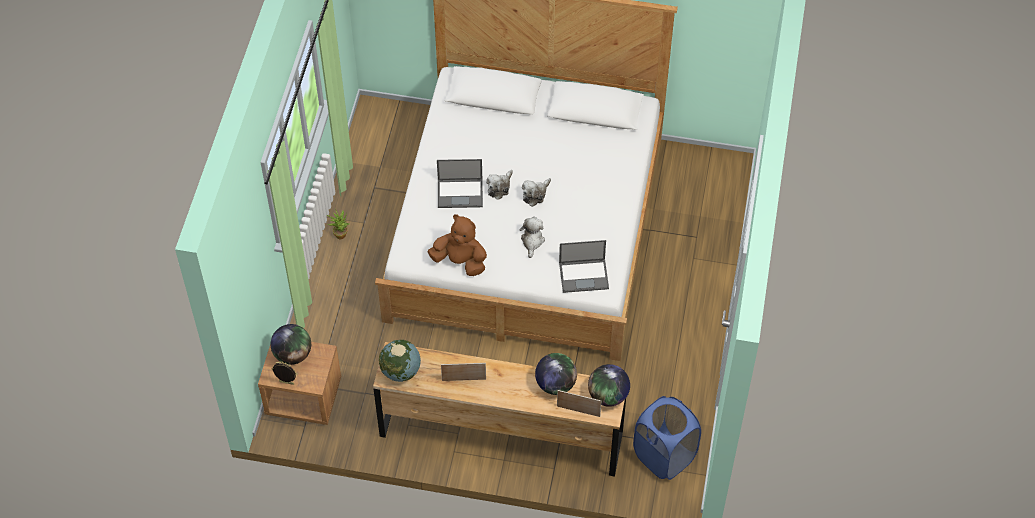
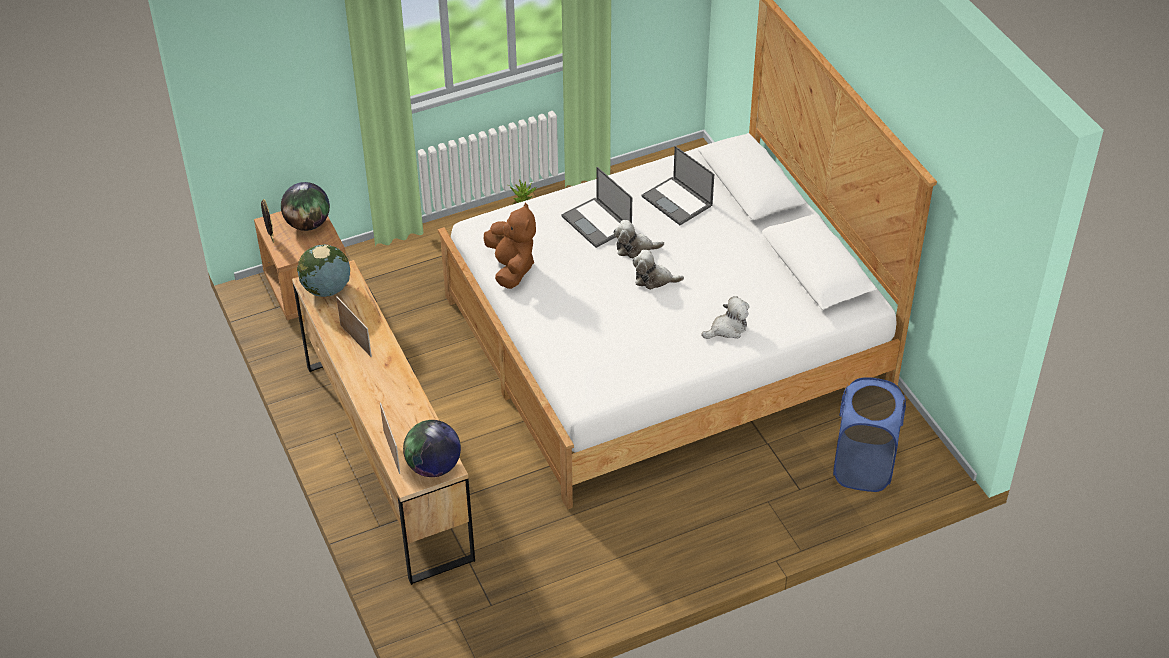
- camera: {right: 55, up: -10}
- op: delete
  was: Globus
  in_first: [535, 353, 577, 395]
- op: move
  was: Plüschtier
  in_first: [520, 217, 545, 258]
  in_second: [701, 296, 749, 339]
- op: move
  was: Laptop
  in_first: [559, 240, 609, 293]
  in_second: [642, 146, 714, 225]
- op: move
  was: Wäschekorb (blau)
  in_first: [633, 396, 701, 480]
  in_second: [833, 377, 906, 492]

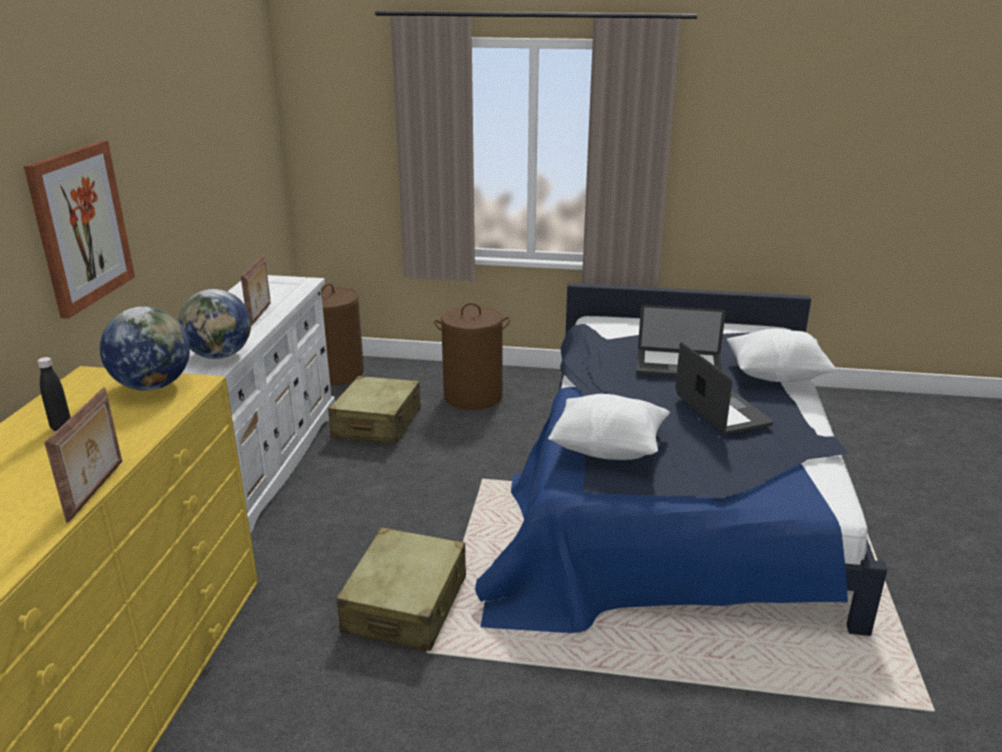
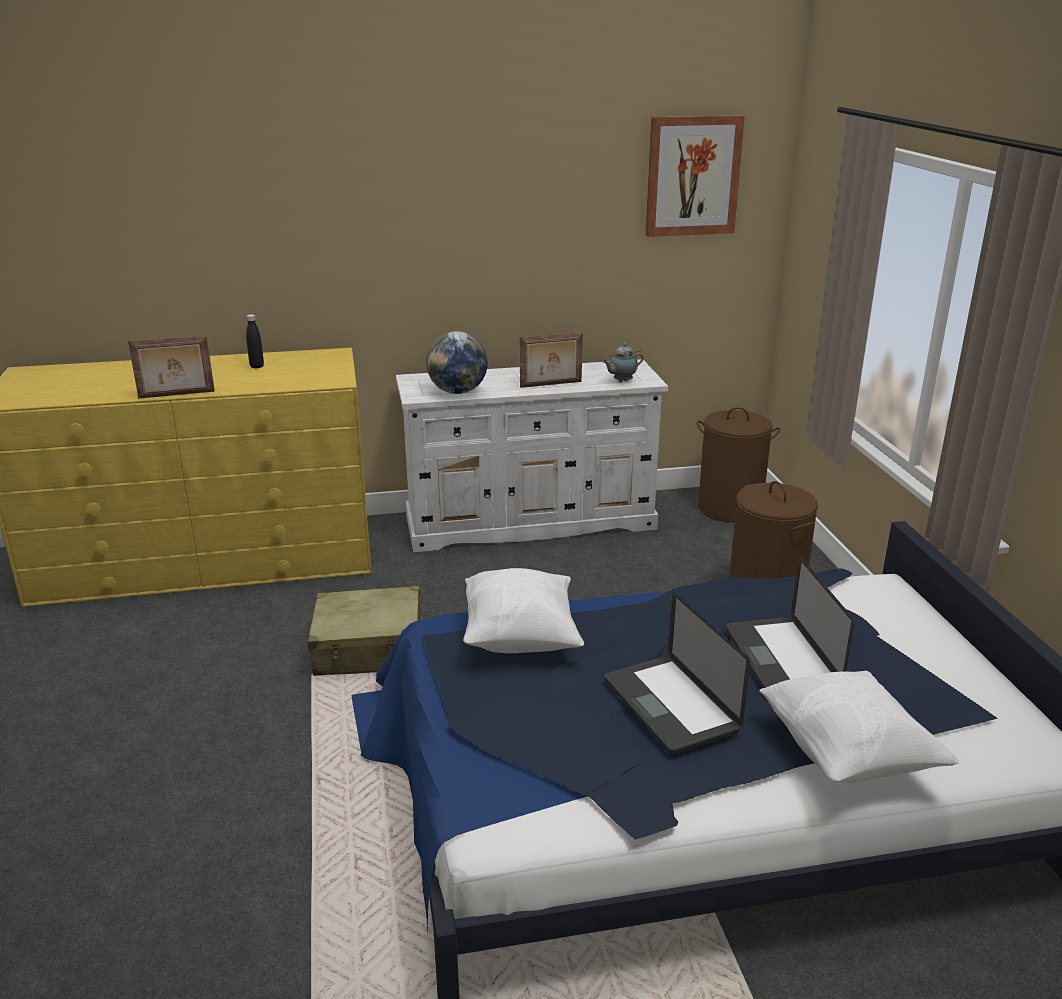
- camera: {right: 70, up: 0}
- op: delete
  was: Globus
  in_first: [100, 306, 190, 391]
- op: delete
  was: Koffer (beige)
  in_first: [328, 376, 421, 444]
- op: insert
  now: Teekanne
  in_second: [603, 343, 643, 382]
- op: move
  was: Bild
  in_first: [23, 141, 135, 319]
  in_second: [645, 115, 745, 237]
- op: rotate
  was: Laptop
  in_first: [675, 342, 773, 435]
  in_second: [604, 593, 750, 754]
  clockwise: 105

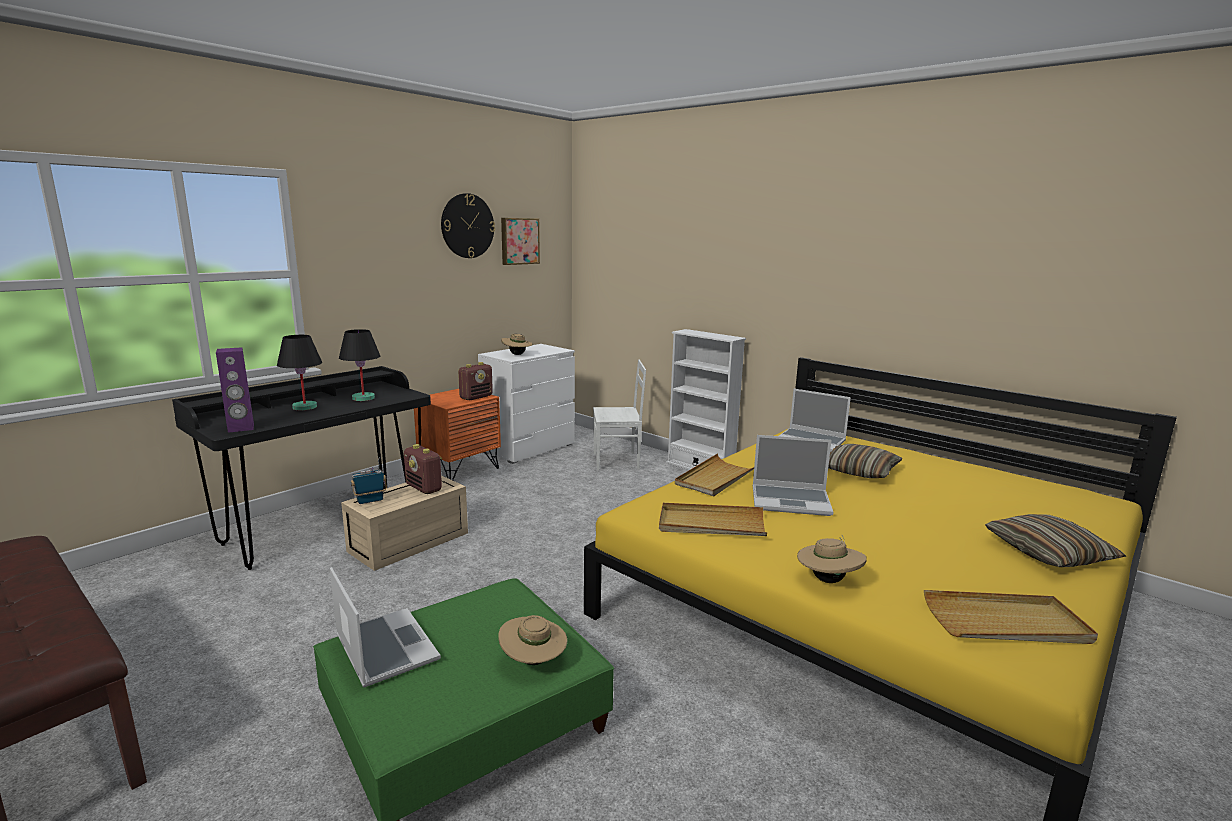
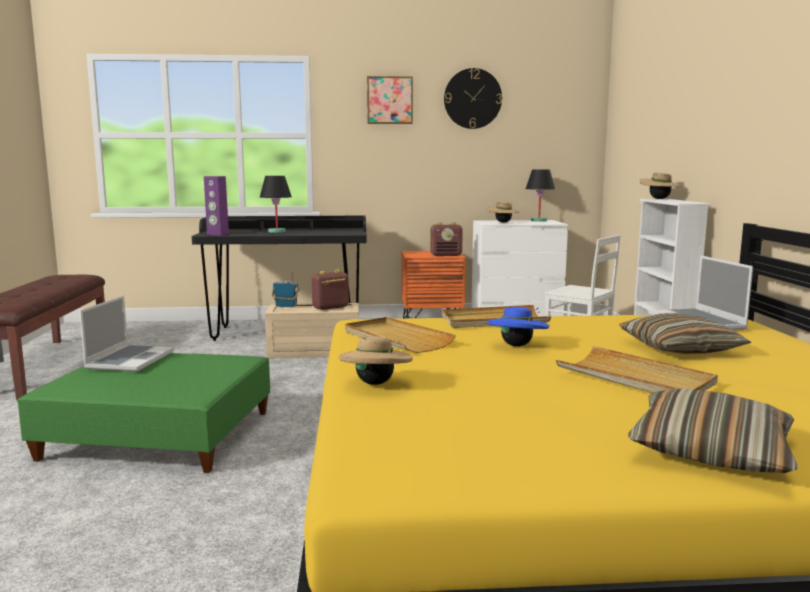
- camera: {right: 45, up: -5}
- op: move
  was: Tischlampe (schwarz)
  in_first: [339, 329, 380, 401]
  in_second: [526, 169, 555, 222]
- op: move
  was: Hut (beige)
  in_first: [498, 615, 567, 665]
  in_second: [640, 173, 681, 199]
- op: move
  was: Bild
  in_first: [501, 218, 540, 265]
  in_second: [367, 76, 413, 124]
- op: move
  was: Tablett (beige)
  in_first: [924, 590, 1098, 644]
  in_second: [556, 346, 718, 393]
- op: replace
  was: Laptop
  now: Hut (blau)
  in_first: [753, 435, 833, 516]
  in_second: [488, 307, 549, 347]
- op: rotate
  was: Radio
  in_first: [404, 444, 442, 494]
  in_second: [312, 270, 349, 310]
  clockwise: 60

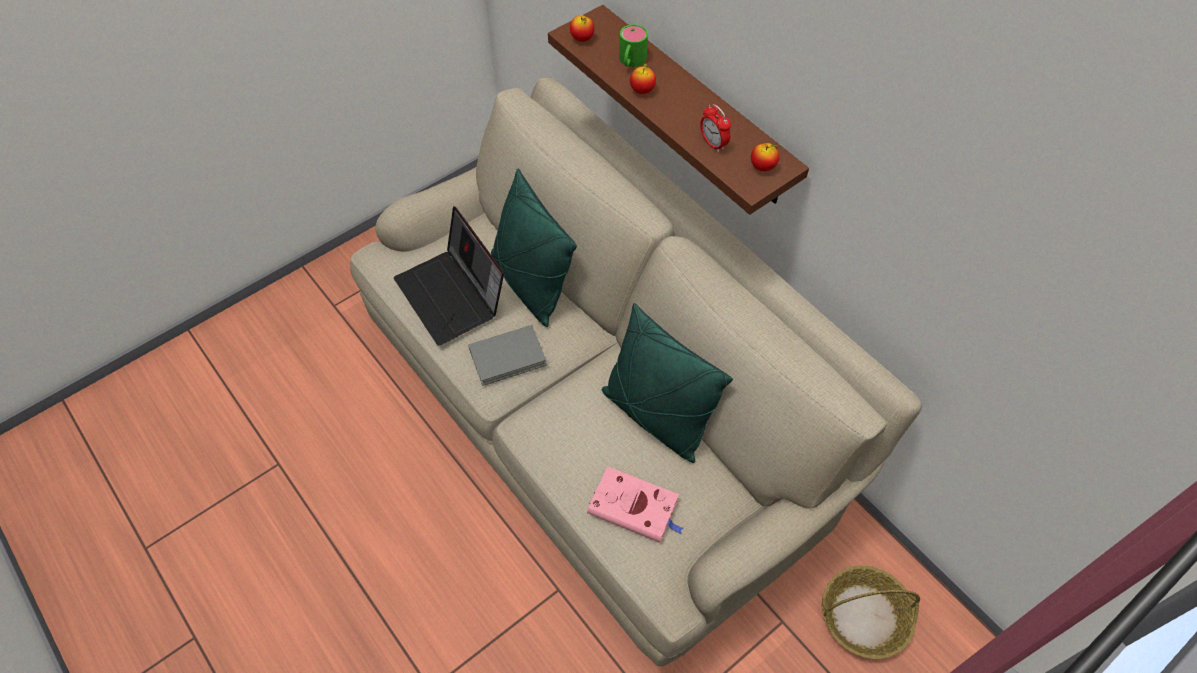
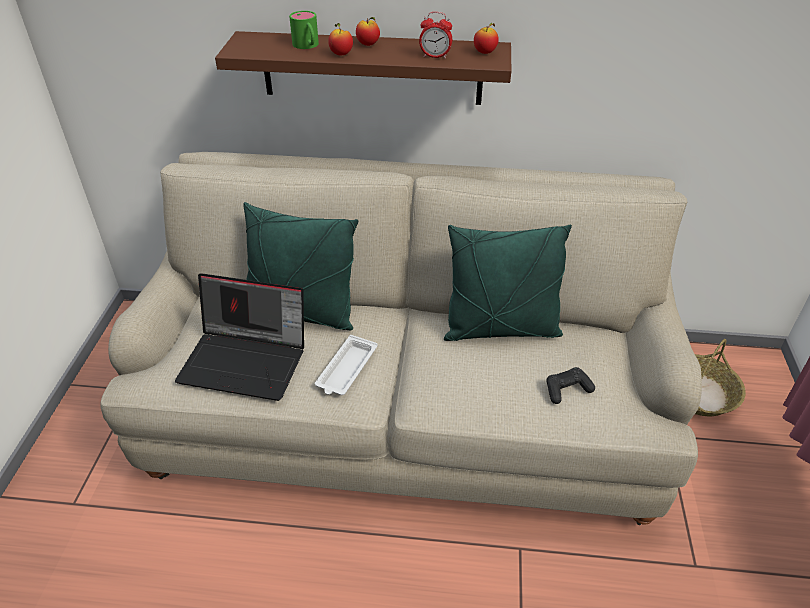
- camera: {right: -45, up: -15}
- op: move
  was: Apfel
  in_first: [570, 15, 594, 42]
  in_second: [356, 17, 380, 46]
- op: replace
  was: Buch (grau)
  now: Tablett (weiß)
  in_first: [468, 325, 547, 386]
  in_second: [315, 335, 378, 395]
- op: replace
  was: Buch (rosa)
  now: Gamepad (schwarz)
  in_first: [587, 466, 684, 542]
  in_second: [547, 367, 595, 404]

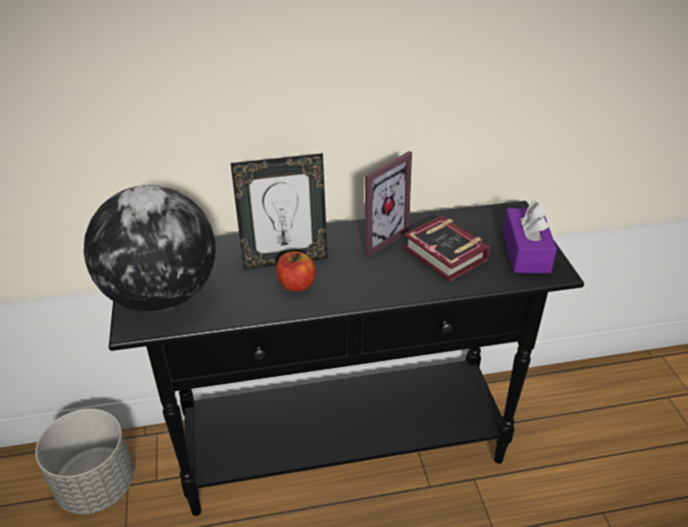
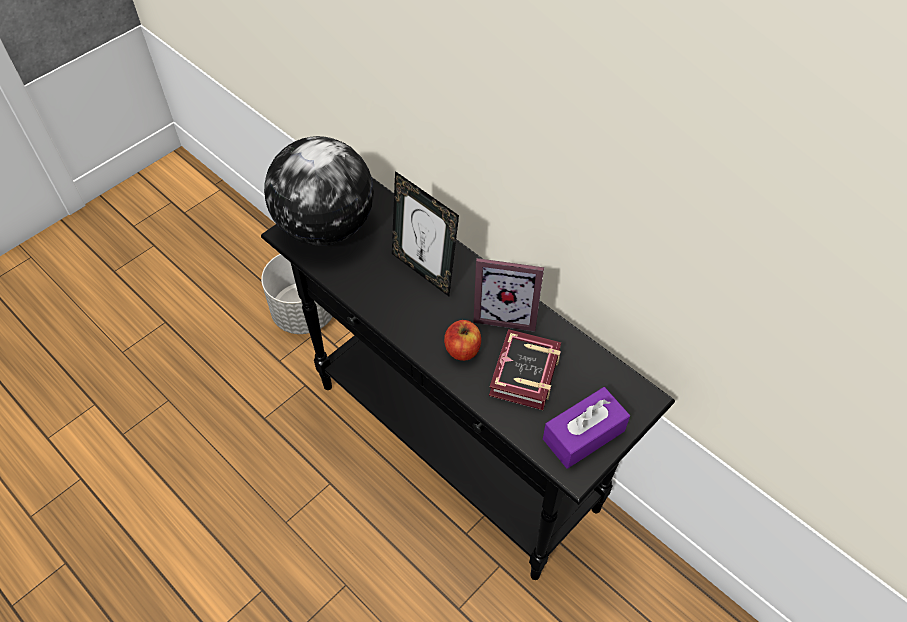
- camera: {right: 55, up: 15}
- op: move
  was: Apfel
  in_first: [276, 251, 316, 292]
  in_second: [444, 320, 481, 361]

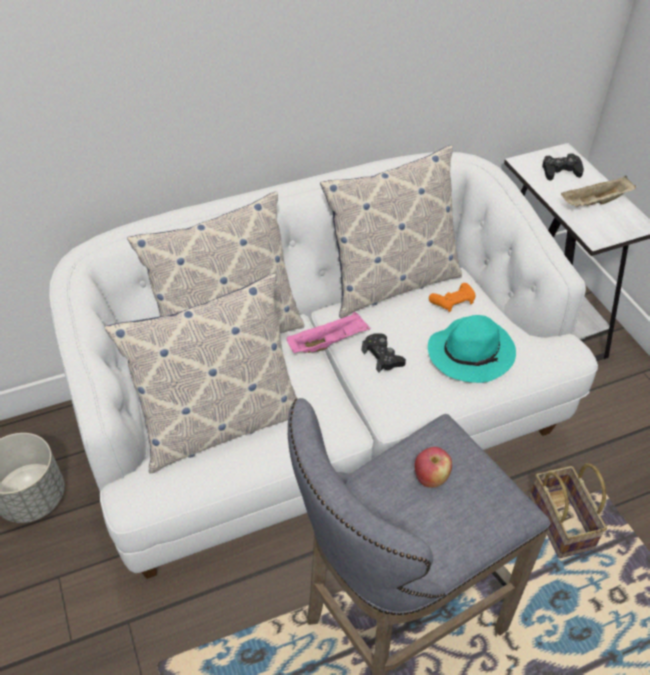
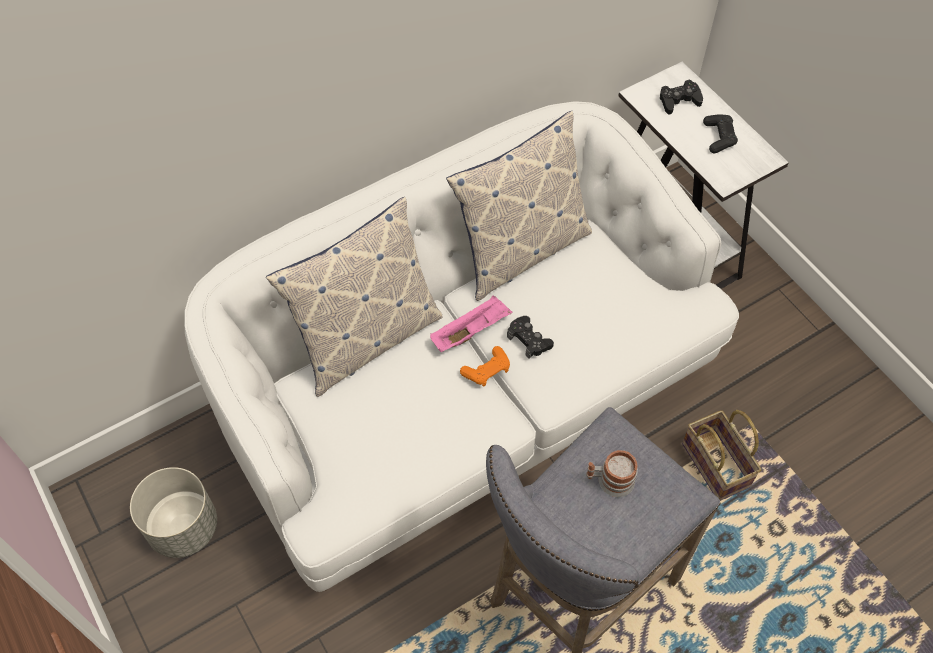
- camera: {right: -10, up: 10}
- op: delete
  was: Kissen
  in_first: [104, 273, 297, 473]
- op: delete
  was: Hut (türkis)
  in_first: [428, 315, 516, 383]
- op: move
  was: Gamepad (orange)
  in_first: [429, 283, 475, 312]
  in_second: [460, 346, 510, 387]
- op: replace
  was: Apfel
  now: Henkelbecher
  in_first: [414, 447, 452, 488]
  in_second: [586, 450, 638, 497]
- op: replace
  was: Tablett (beige)
  now: Gamepad (schwarz)
  in_first: [561, 176, 636, 208]
  in_second: [703, 114, 738, 153]

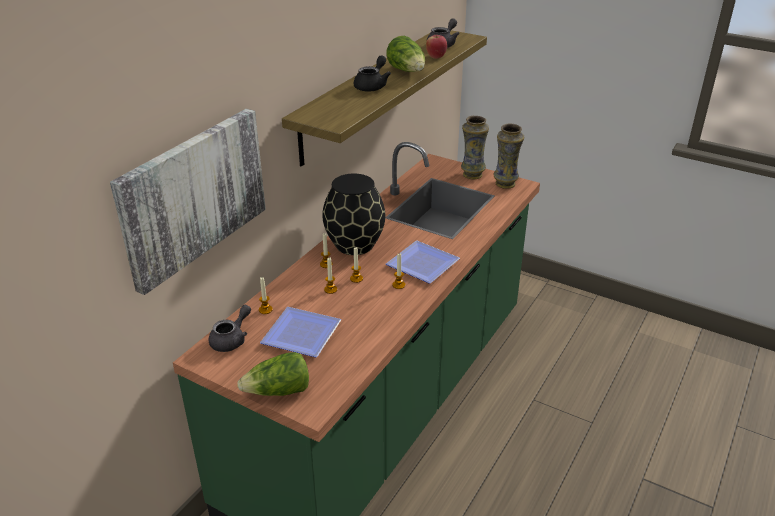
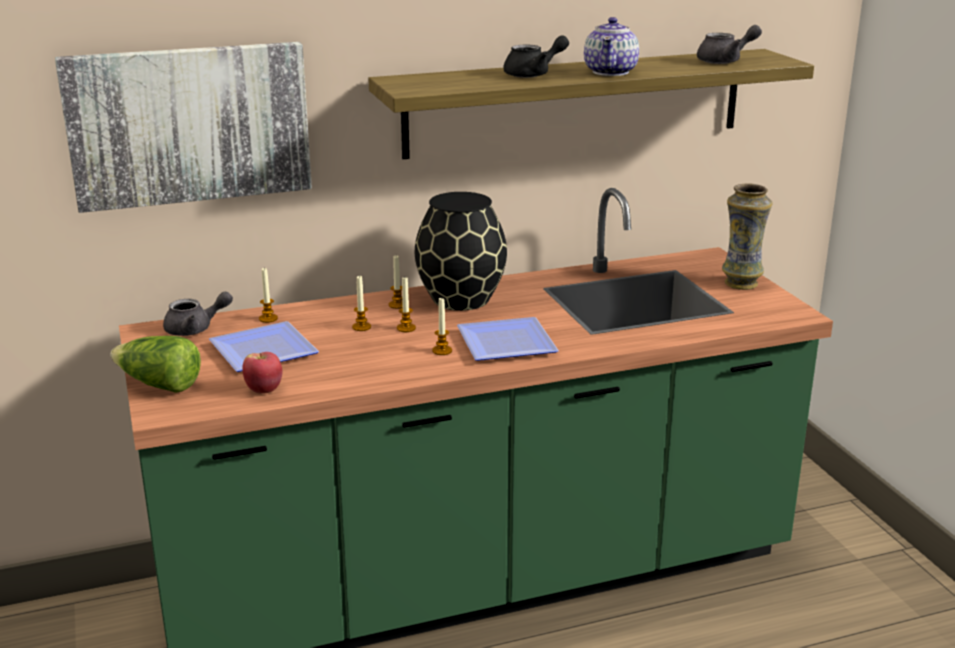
- camera: {right: 40, up: -10}
- op: delete
  was: Vase
  in_first: [493, 124, 524, 189]
- op: move
  was: Apfel
  in_first: [426, 35, 447, 59]
  in_second: [242, 352, 282, 394]
- op: replace
  was: Salatkopf
  now: Teekanne
  in_first: [386, 36, 425, 72]
  in_second: [584, 17, 639, 76]

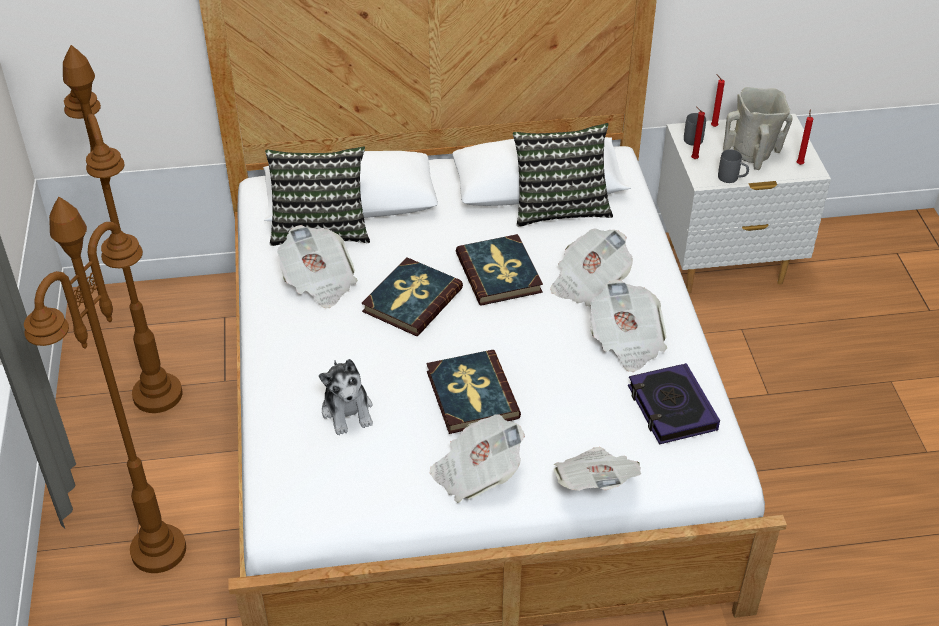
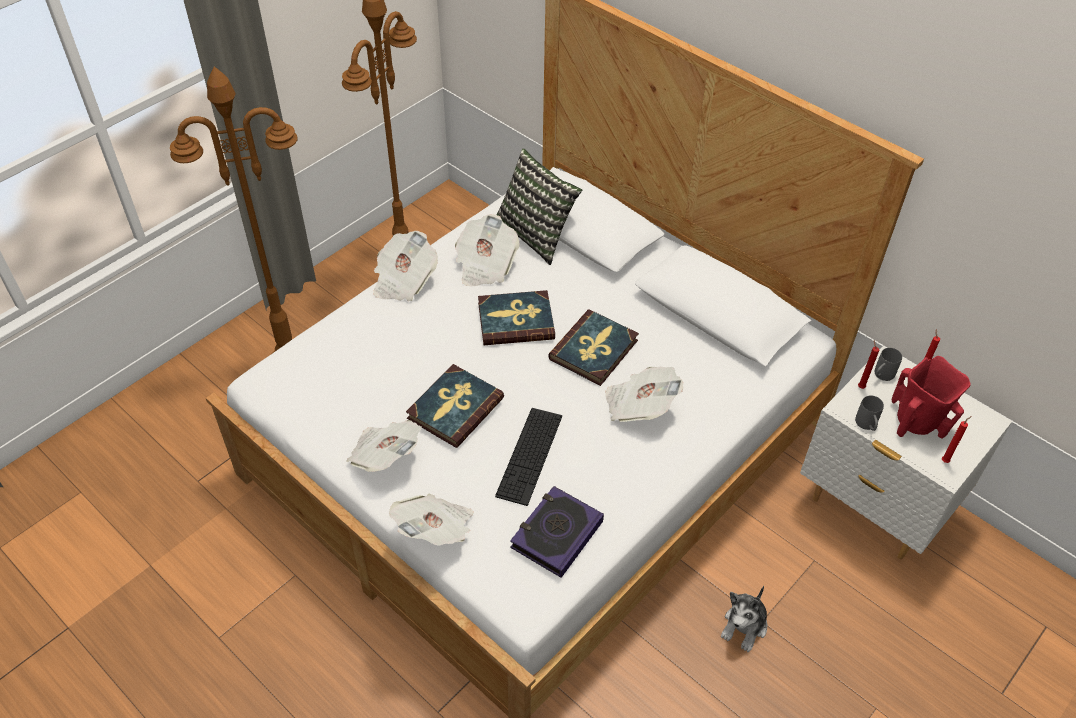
- camera: {right: 50, up: 5}
- op: delete
  was: Kissen
  in_first: [513, 123, 613, 227]
- op: insert
  now: Tastatur
  in_second: [495, 408, 562, 506]
- op: move
  was: Plüschtier
  in_first: [319, 359, 373, 435]
  in_second: [721, 586, 767, 652]
- op: move
  was: Zeitung
  in_first: [590, 279, 667, 372]
  in_second: [373, 231, 438, 301]
- op: recolor
  was: Vase (beige)
  now: Vase (rot)
  in_first: [723, 87, 793, 170]
  in_second: [892, 356, 971, 439]

